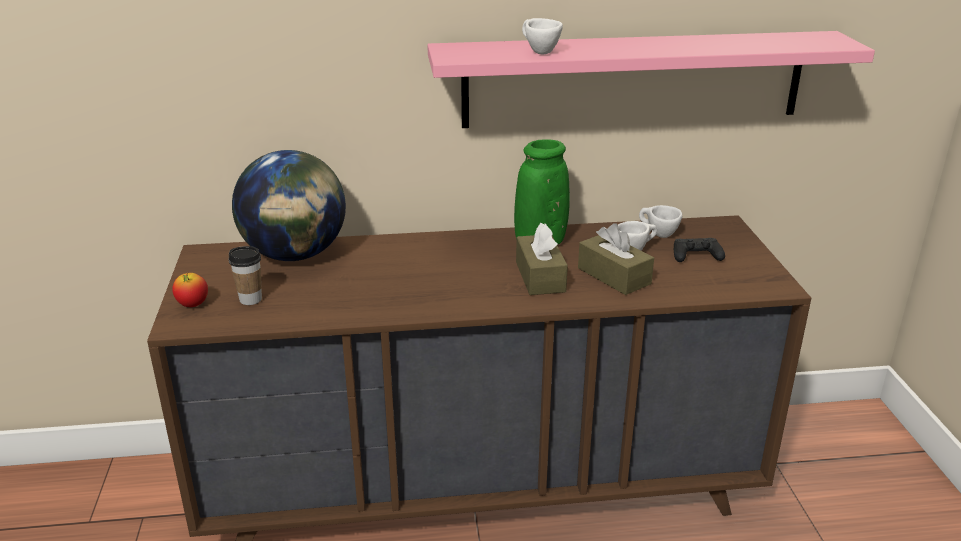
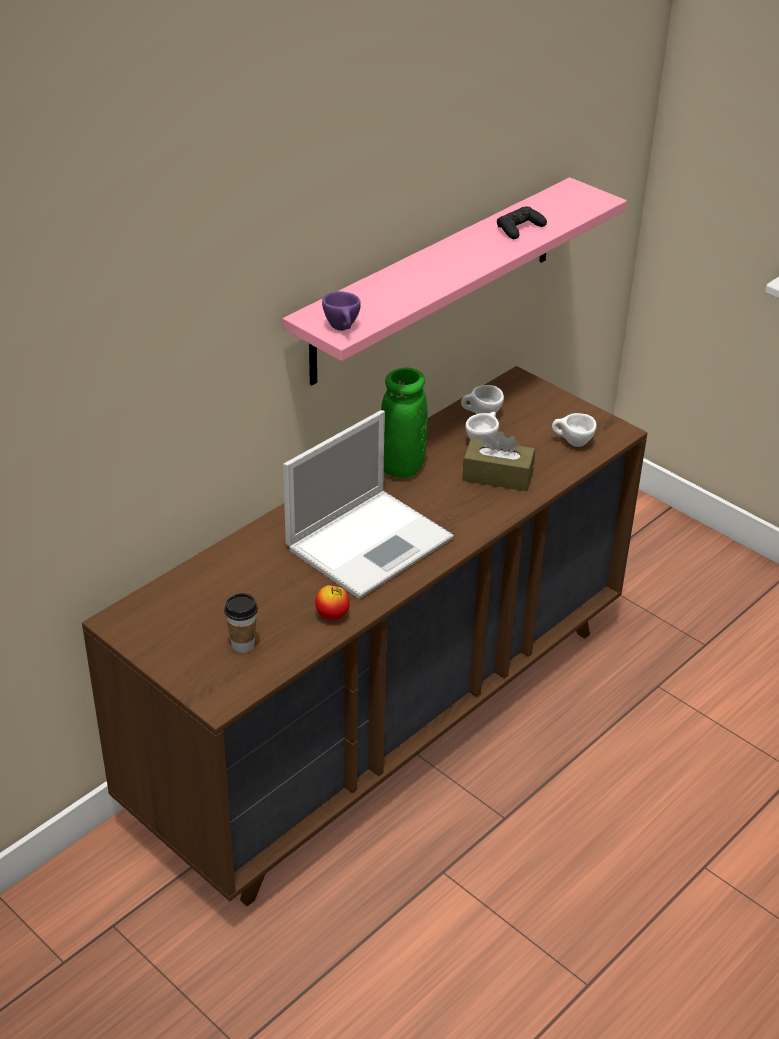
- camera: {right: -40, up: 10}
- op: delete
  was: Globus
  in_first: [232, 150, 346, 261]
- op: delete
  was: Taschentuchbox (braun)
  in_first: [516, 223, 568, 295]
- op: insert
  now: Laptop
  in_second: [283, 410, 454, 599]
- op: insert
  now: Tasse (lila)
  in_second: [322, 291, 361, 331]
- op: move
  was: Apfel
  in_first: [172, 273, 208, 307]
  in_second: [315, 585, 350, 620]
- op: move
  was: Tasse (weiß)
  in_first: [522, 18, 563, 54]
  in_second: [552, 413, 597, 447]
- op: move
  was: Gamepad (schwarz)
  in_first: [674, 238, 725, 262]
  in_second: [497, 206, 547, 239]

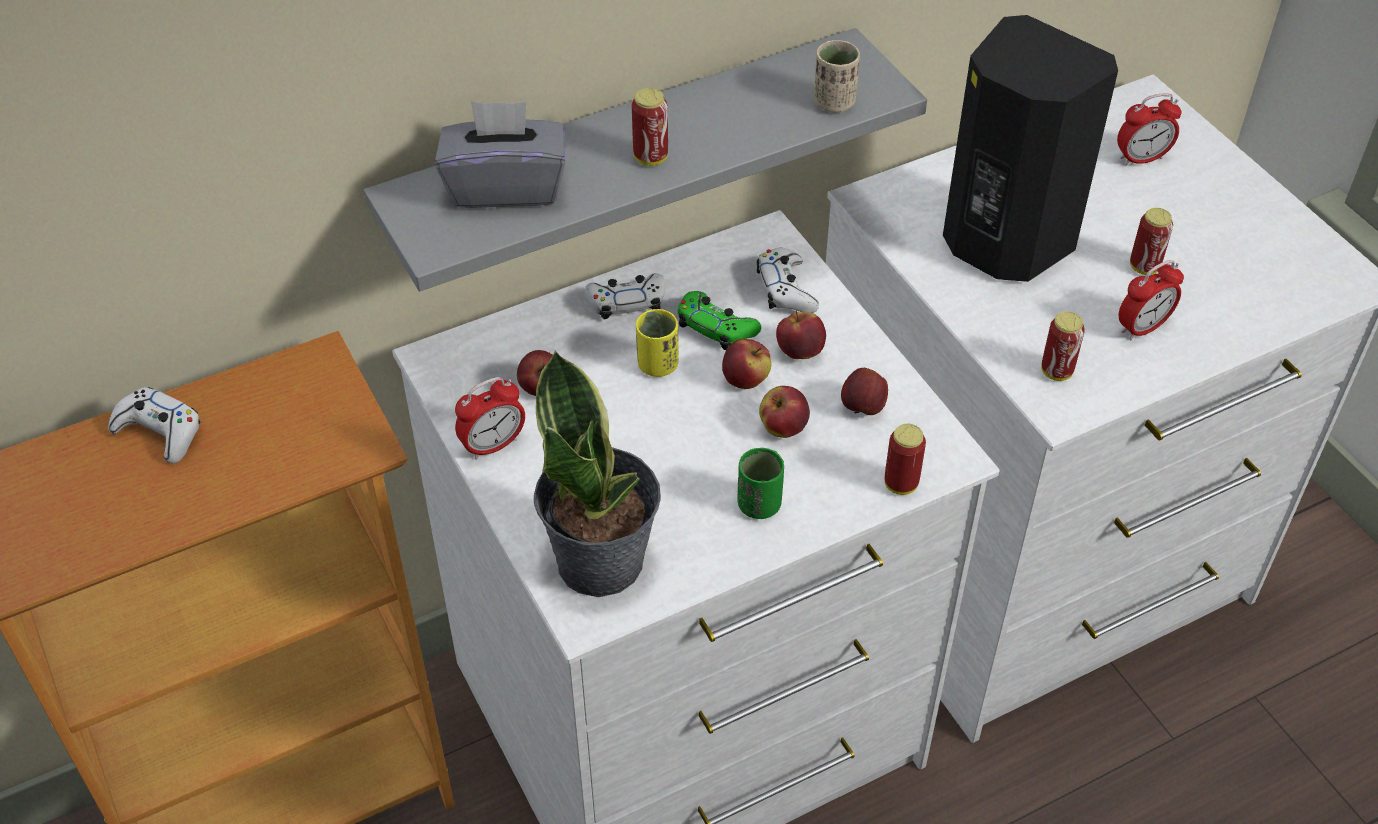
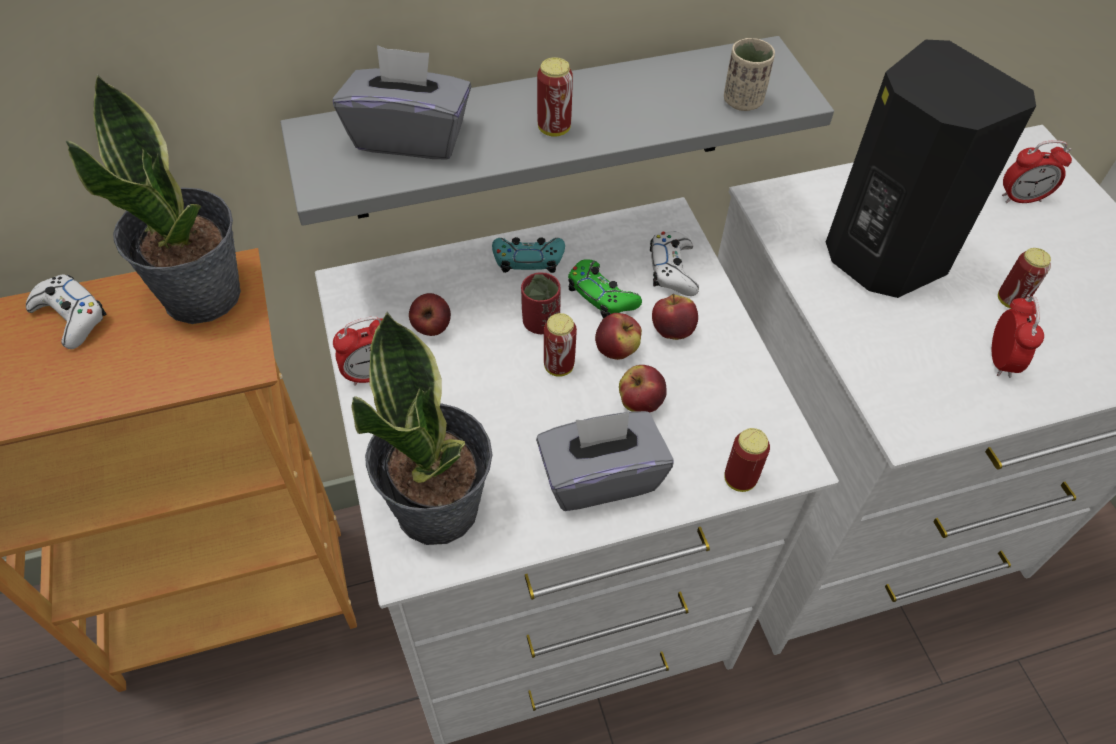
- camera: {right: 10, up: 5}
- op: delete
  was: Apfel
  in_first: [841, 368, 888, 415]
- op: insert
  now: Topfpflanze
  in_second: [66, 74, 241, 324]
- op: move
  was: Dose
  in_first: [1041, 311, 1085, 381]
  in_second: [544, 313, 577, 377]
- op: replace
  was: Tasse (grün)
  now: Taschentuchbox (grau)
  in_first: [737, 448, 784, 519]
  in_second: [536, 411, 674, 511]
- op: recolor
  was: Gamepad (weiß)
  now: Gamepad (türkis)
  in_first: [585, 273, 666, 319]
  in_second: [492, 237, 565, 273]
- op: recolor
  was: Tasse (gelb)
  now: Tasse (rot)
  in_first: [636, 309, 679, 377]
  in_second: [521, 272, 561, 334]
- op: rotate
  was: Wecker
  in_first: [1119, 260, 1184, 340]
  in_second: [992, 294, 1044, 378]
  clockwise: -60

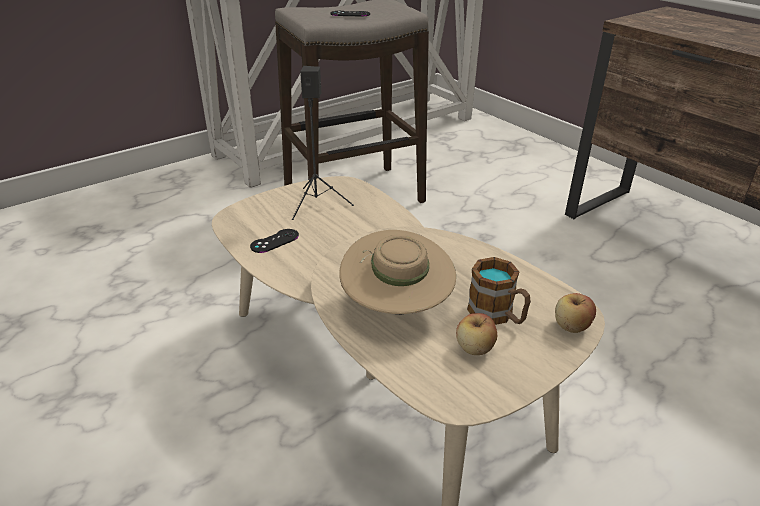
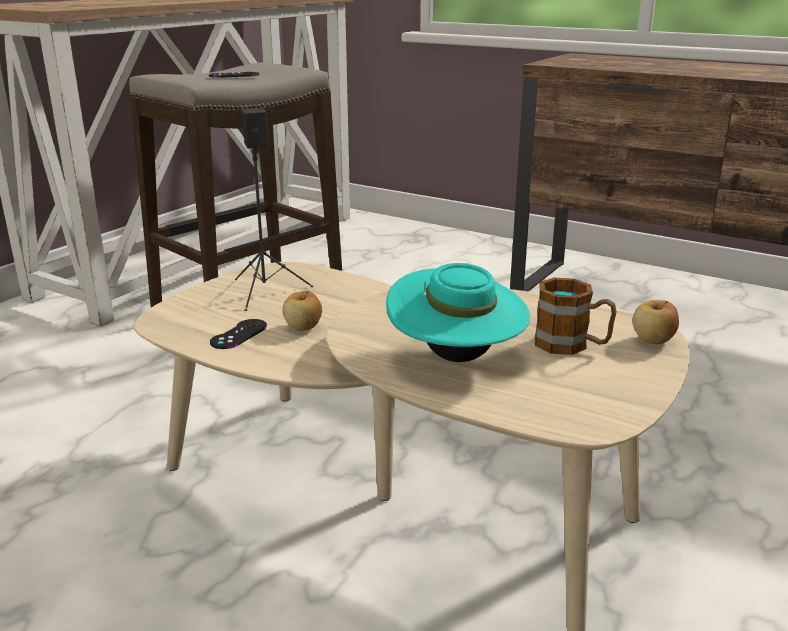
- camera: {right: -20, up: -10}
- op: move
  was: Apfel
  in_first: [456, 313, 497, 355]
  in_second: [283, 291, 322, 330]
- op: recolor
  was: Hut (beige)
  now: Hut (türkis)
  in_first: [340, 230, 456, 314]
  in_second: [386, 263, 530, 362]

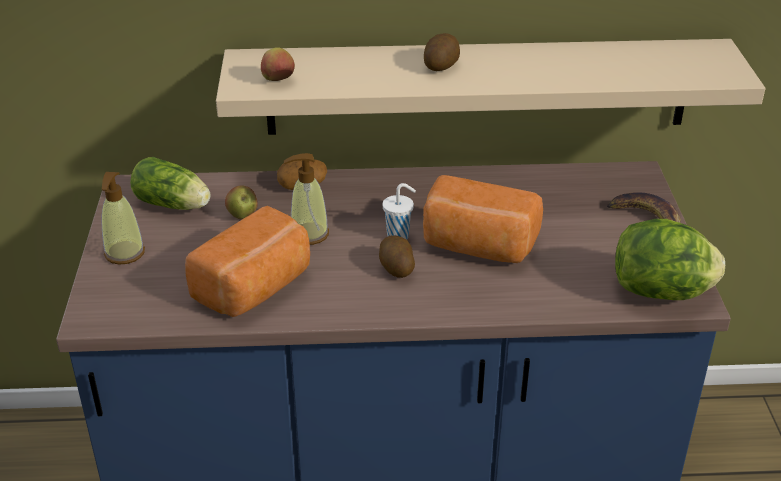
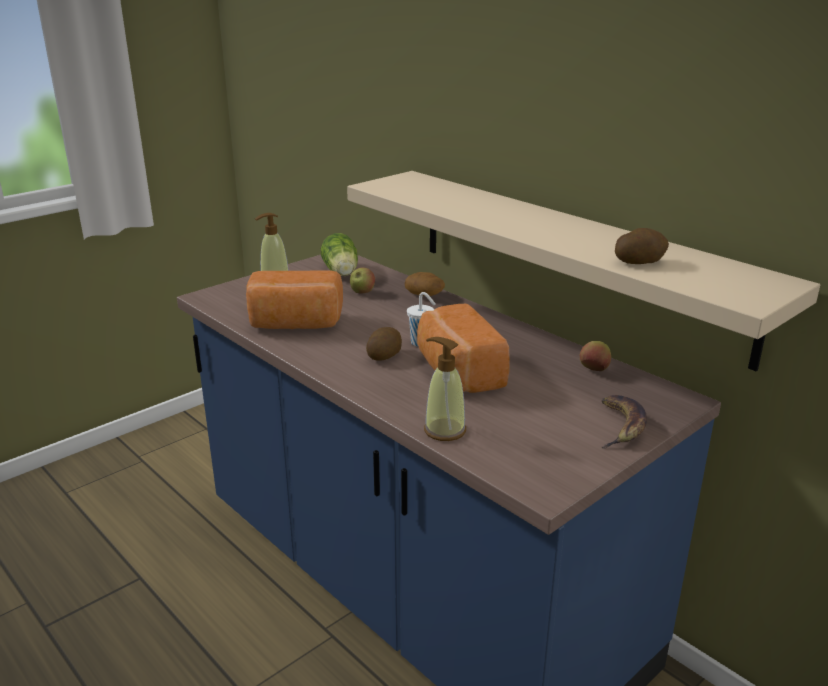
- camera: {right: 50, up: -10}
- op: delete
  was: Salatkopf
  in_first: [615, 219, 725, 300]
- op: move
  was: Apfel
  in_first: [261, 47, 295, 81]
  in_second: [580, 341, 611, 371]
- op: move
  was: Seifenspender
  in_first: [284, 153, 329, 245]
  in_second: [424, 337, 466, 441]
- op: move
  was: Kartoffel
  in_first: [424, 33, 460, 71]
  in_second: [615, 228, 669, 264]

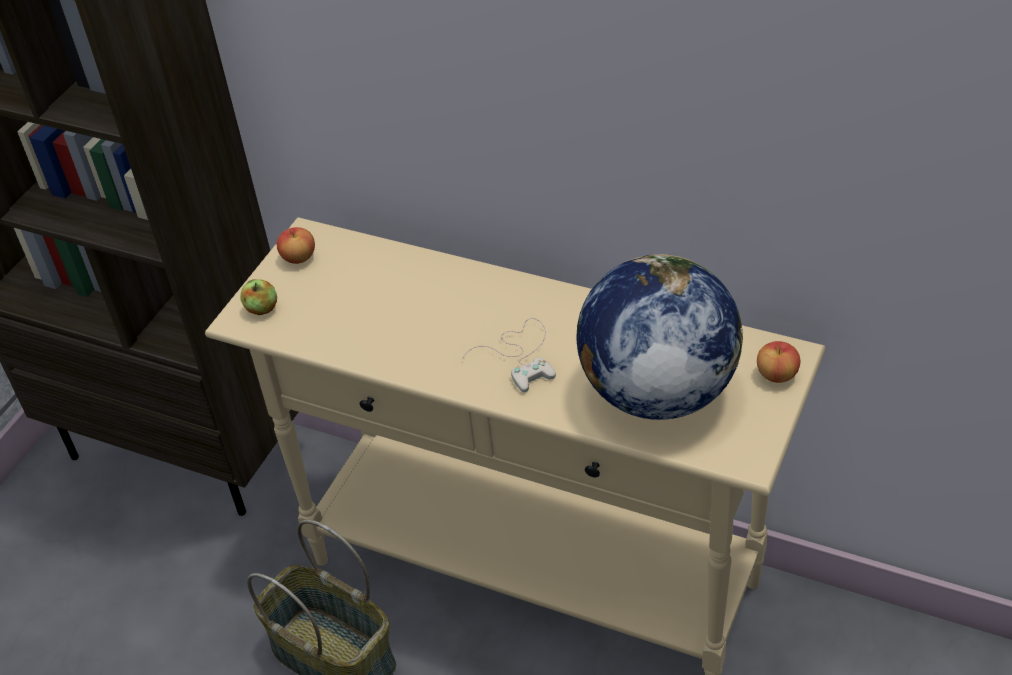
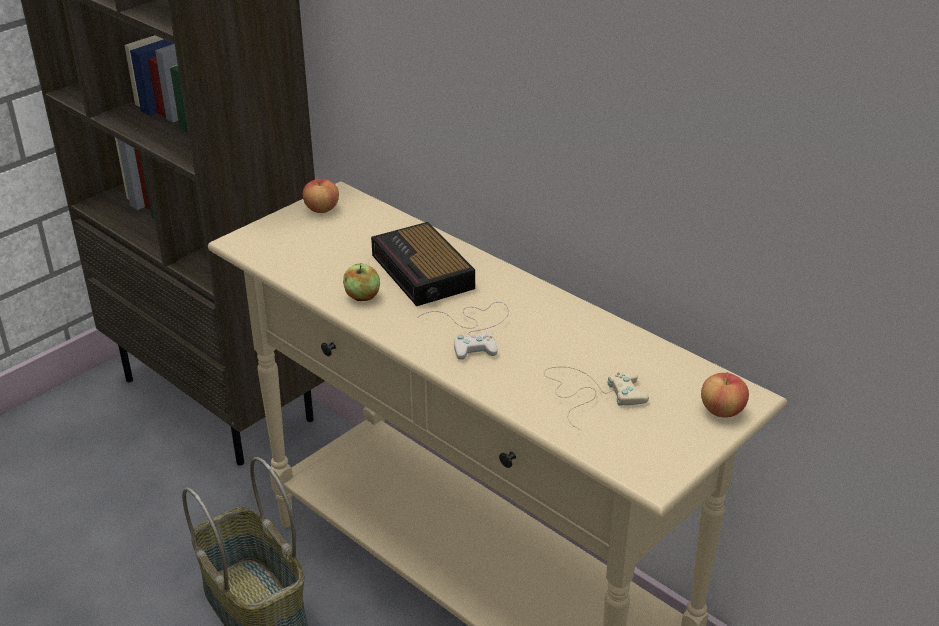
- camera: {right: 15, up: -10}
- op: insert
  now: Wecker
  in_second: [371, 222, 475, 306]
- op: move
  was: Apfel
  in_first: [240, 279, 277, 315]
  in_second: [343, 263, 380, 301]
- op: replace
  was: Globus
  now: Gamepad (beige)
  in_first: [576, 254, 743, 420]
  in_second: [544, 366, 649, 431]

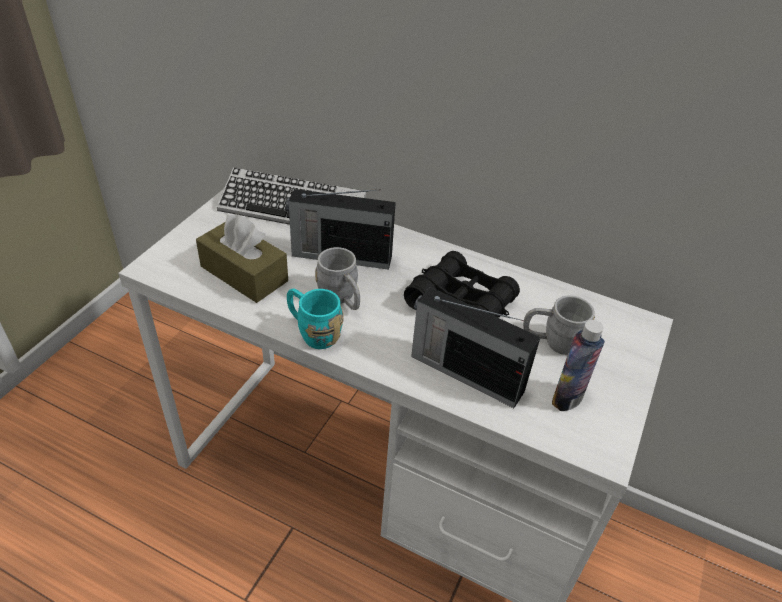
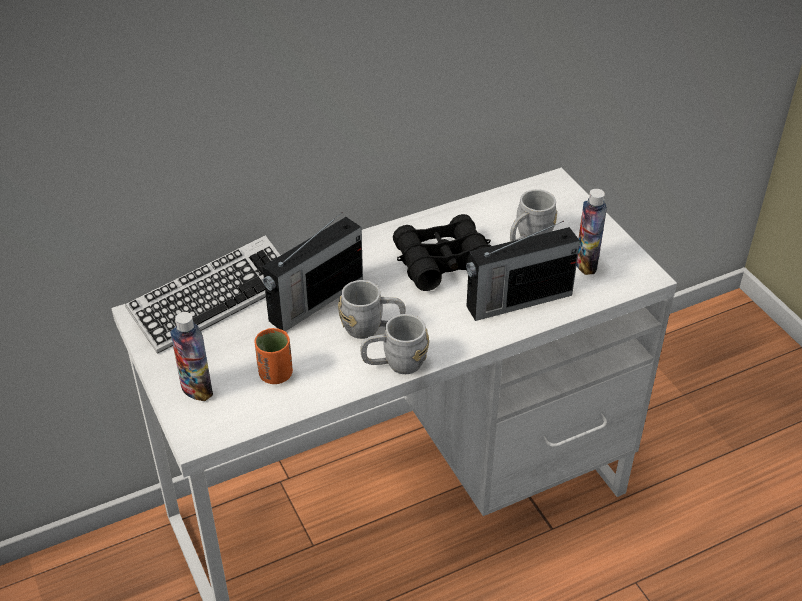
- camera: {right: -50, up: 0}
- op: insert
  now: Flasche
  in_second: [170, 312, 213, 401]
- op: replace
  was: Taschentuchbox (braun)
  now: Tasse (orange)
  in_first: [196, 215, 288, 303]
  in_second: [254, 328, 293, 384]
- op: recolor
  was: Henkelbecher (türkis)
  now: Henkelbecher (grau)
  in_first: [287, 288, 344, 349]
  in_second: [360, 314, 429, 374]

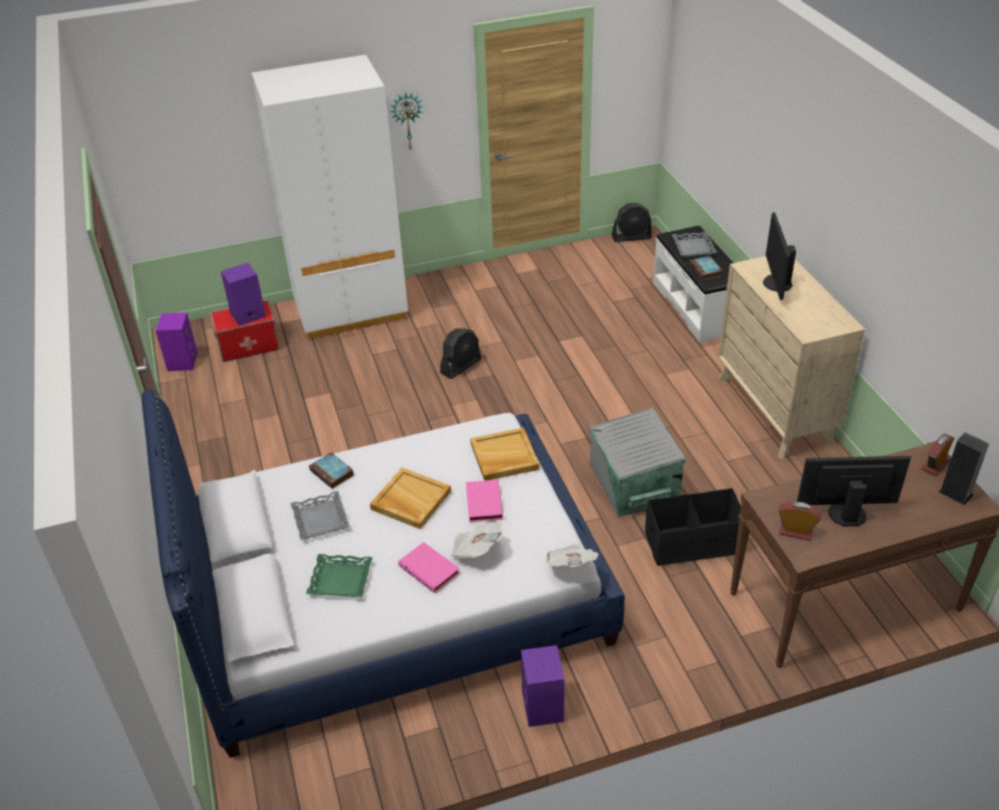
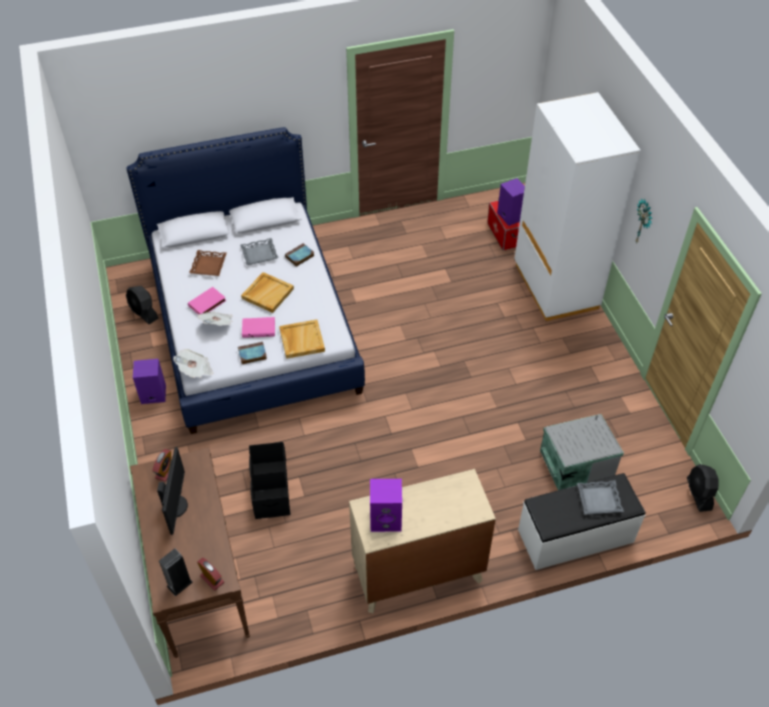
- camera: {right: 90, up: 10}
- op: delete
  was: Monitor
  in_first: [763, 212, 796, 301]
- op: move
  was: Lautsprecher (lila)
  in_first: [156, 312, 198, 371]
  in_second: [370, 479, 402, 532]
- op: move
  was: Ventilator (schwarz)
  in_first: [440, 328, 482, 379]
  in_second: [126, 286, 159, 324]
- op: move
  was: Aufbewahrungsbox (grau)
  in_first: [589, 408, 686, 517]
  in_second: [540, 414, 624, 490]
- op: move
  was: Buch
  in_first: [690, 256, 722, 280]
  in_second: [238, 342, 267, 364]
- op: recolor
  was: Tablett (grün)
  now: Tablett (braun)
  in_first: [306, 554, 373, 597]
  in_second: [189, 250, 227, 276]

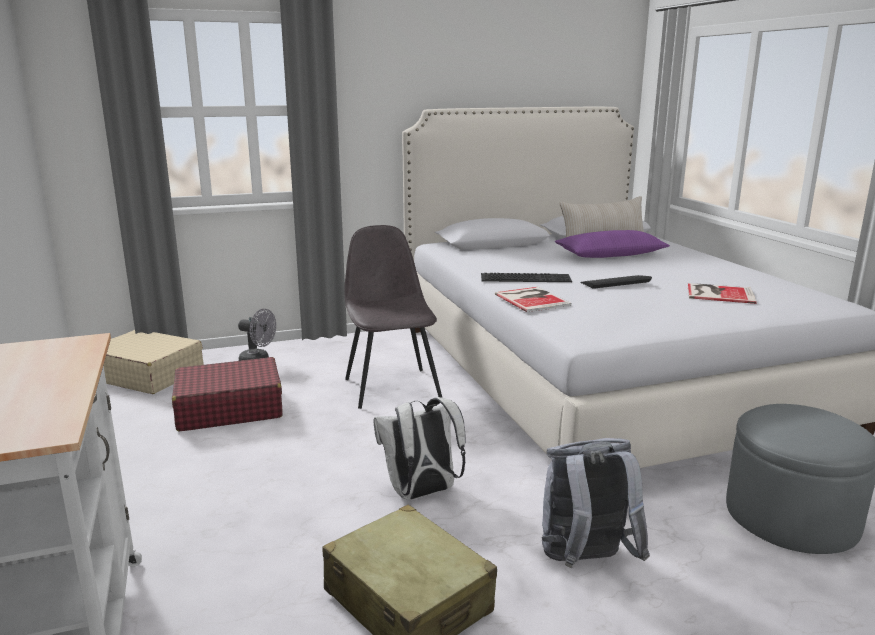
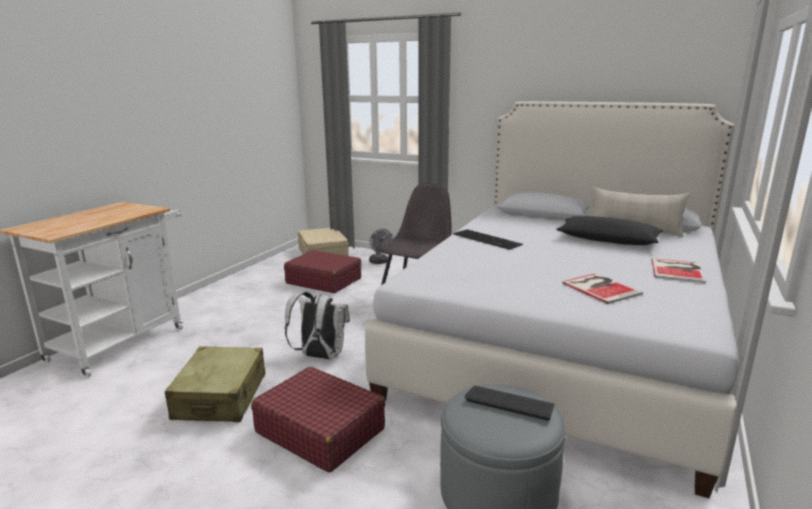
- camera: {right: 45, up: 0}
- op: move
  was: Buch
  in_first: [495, 287, 572, 312]
  in_second: [652, 258, 706, 283]
- op: move
  was: Tastatur
  in_first: [580, 275, 652, 289]
  in_second: [465, 386, 555, 421]
- op: replace
  was: Rucksack (grau)
  now: Koffer (rot)
  in_first: [542, 438, 650, 568]
  in_second: [251, 367, 386, 472]
- op: recolor
  was: Kissen (lila)
  now: Kissen (schwarz)
  in_first: [555, 230, 670, 258]
  in_second: [556, 216, 663, 245]

